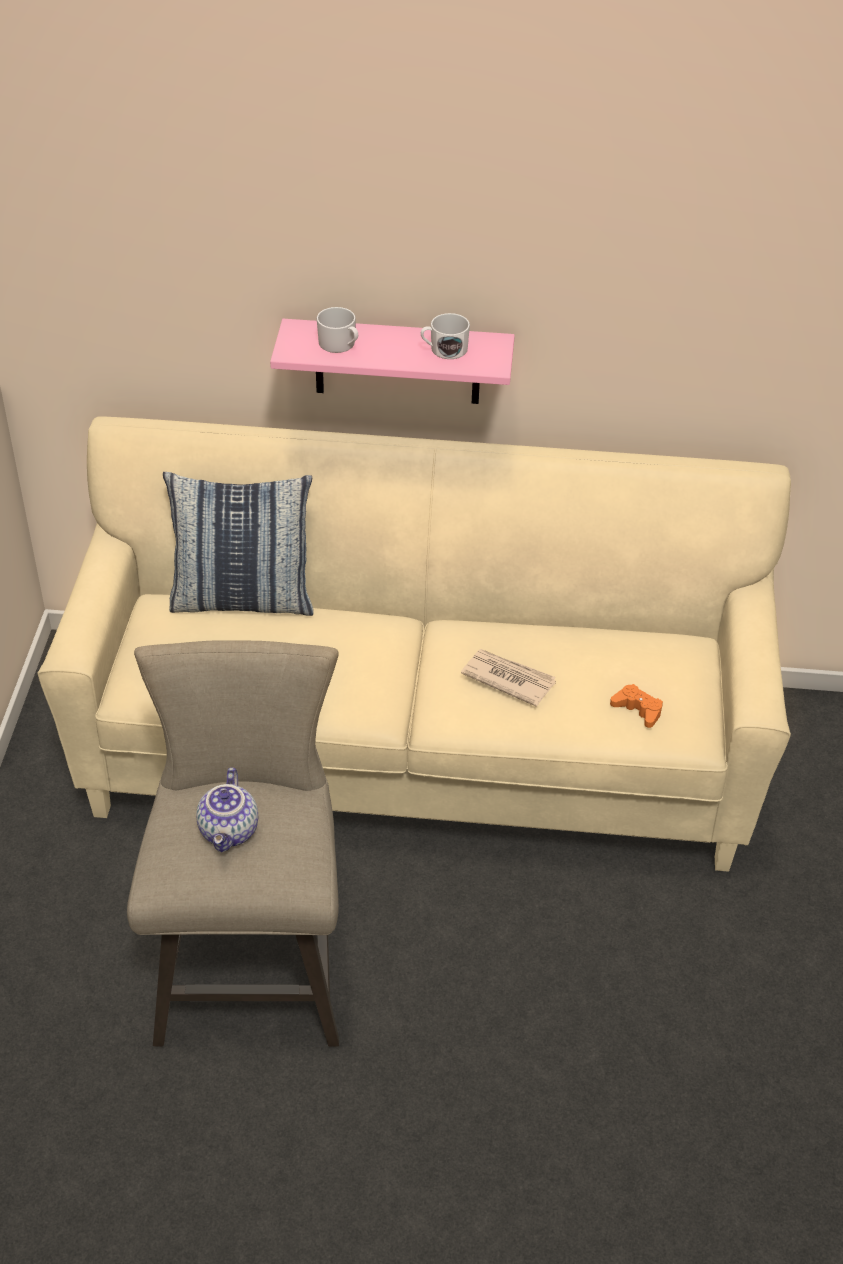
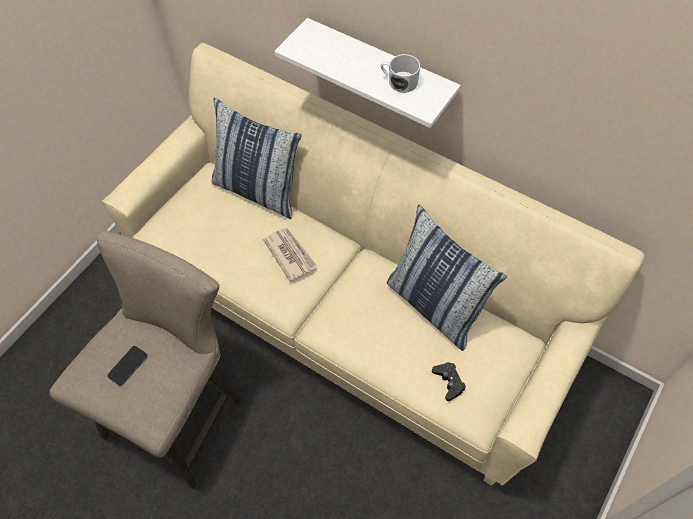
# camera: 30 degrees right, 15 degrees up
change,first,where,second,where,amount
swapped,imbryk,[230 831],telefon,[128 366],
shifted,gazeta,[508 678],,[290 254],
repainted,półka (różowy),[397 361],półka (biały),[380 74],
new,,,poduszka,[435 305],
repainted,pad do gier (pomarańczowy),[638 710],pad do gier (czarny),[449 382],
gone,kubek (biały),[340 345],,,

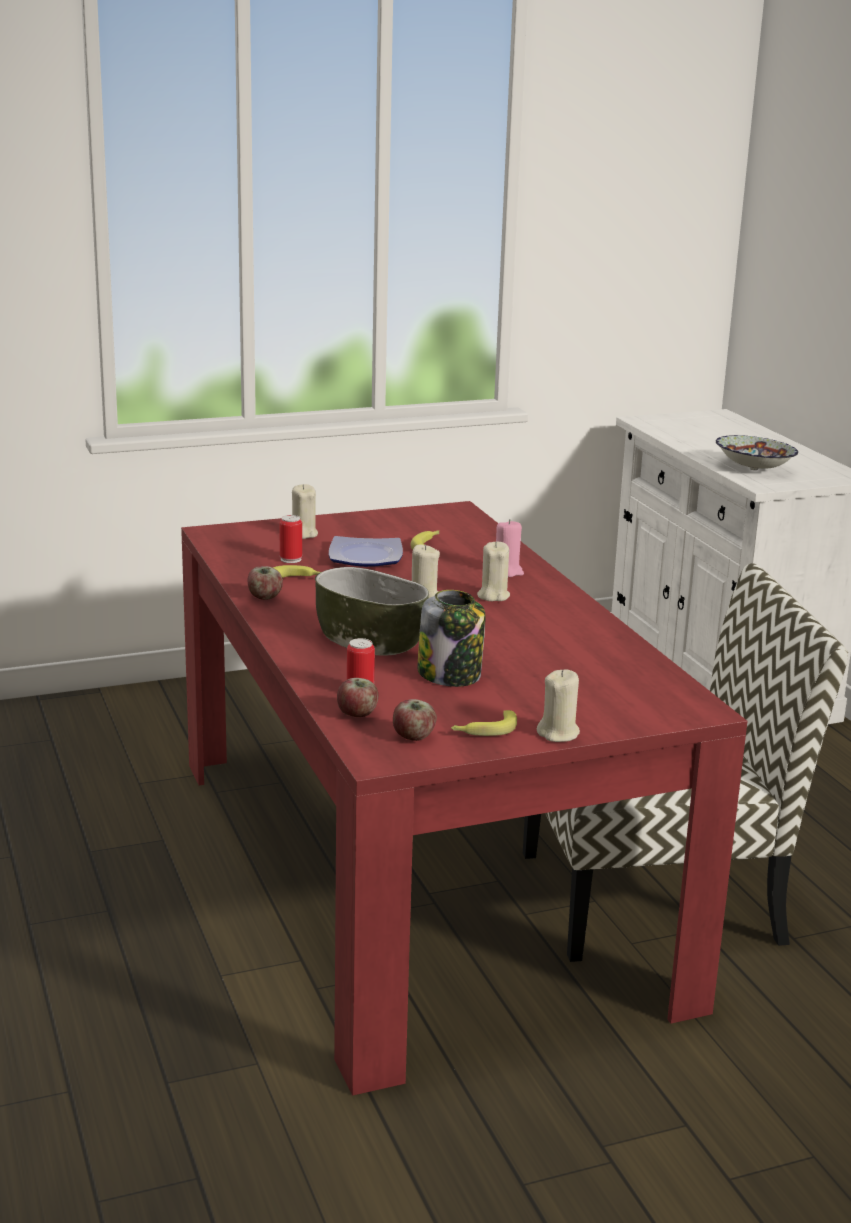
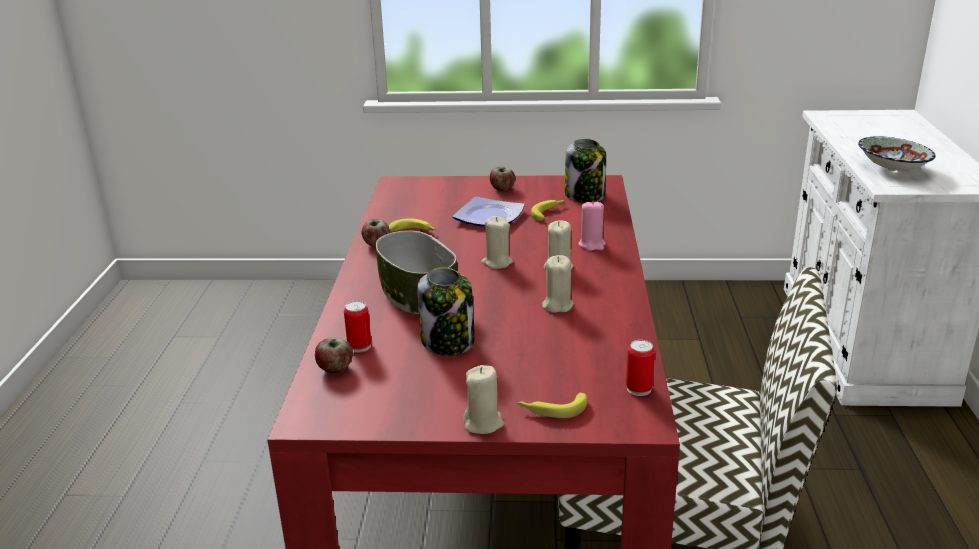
# camera: 25 degrees right, 5 degrees up
change,first,where,second,where,amount
shifted,jabłko,[413 737],,[502 189],
shifted,banan,[484 730],,[552 409],
shifted,świeca (beżowy),[303 534],,[557 305],
new,,,słoik,[585 195],
shifted,puszka,[291 559],,[639 389],

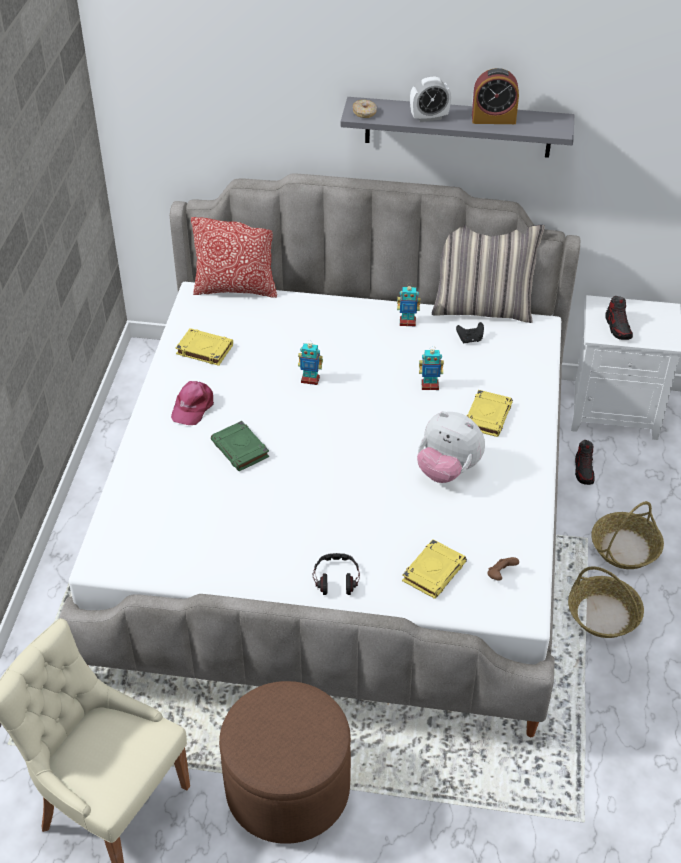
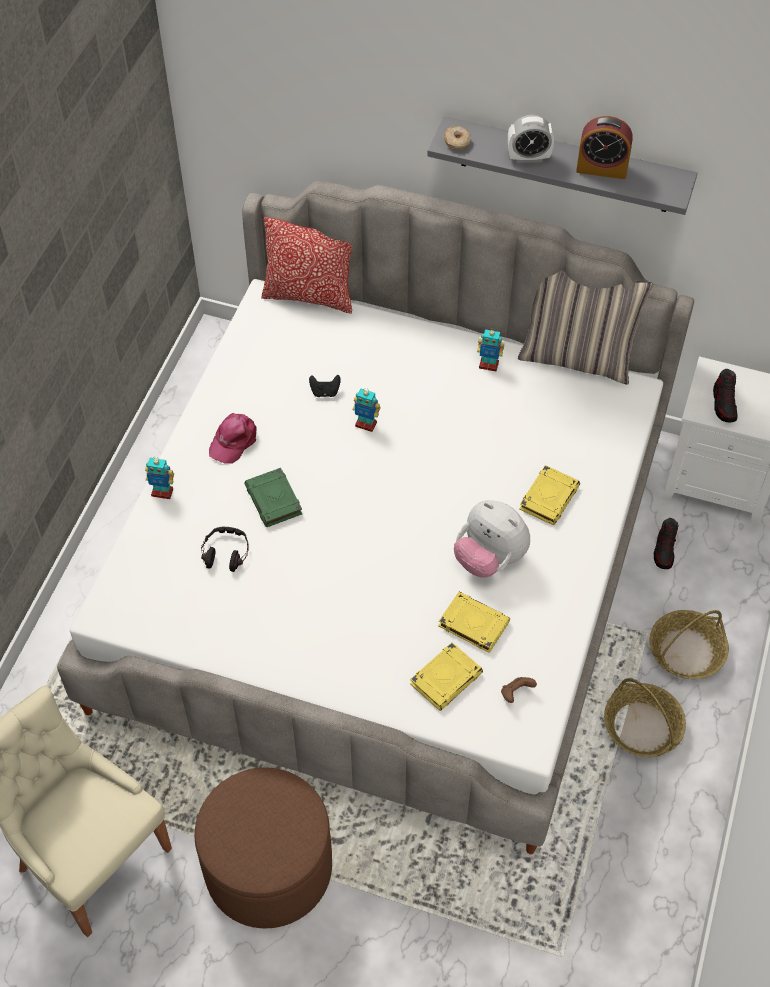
# camera: 10 degrees right, 10 degrees up
change,first,where,second,where,amount
shifted,robot zabawkowy,[430 385],,[162 492],
shifted,słuchawki,[336 578],,[225 552],
shifted,pad do gier (czarny),[470 339],,[325 392],
shifted,książka (żółty),[204 349],,[473 624],

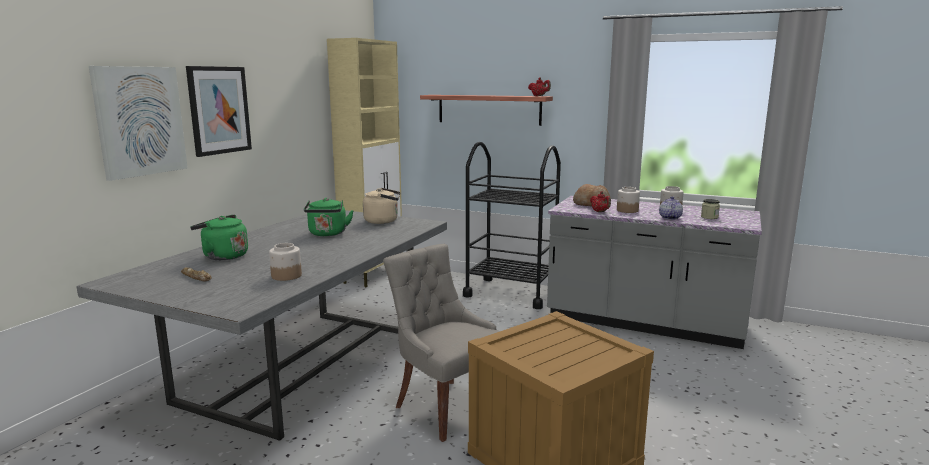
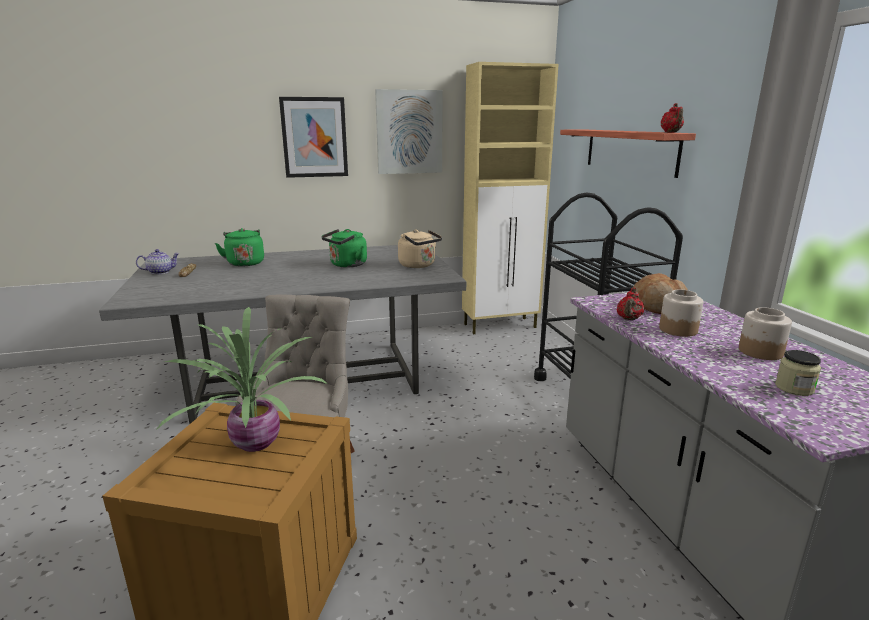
# camera: 50 degrees right, 5 degrees up
change,first,where,second,where,amount
shifted,imbryk,[669 218],,[160 272],
new,,,roślina doniczkowa,[253 444],
shifted,obraz,[140 121],,[409 132],
gone,słoik,[286 276],,,

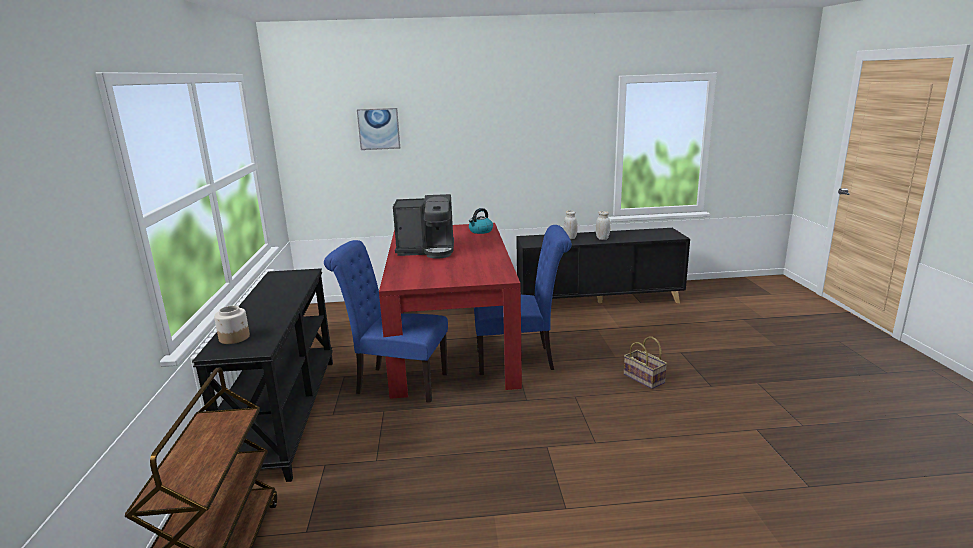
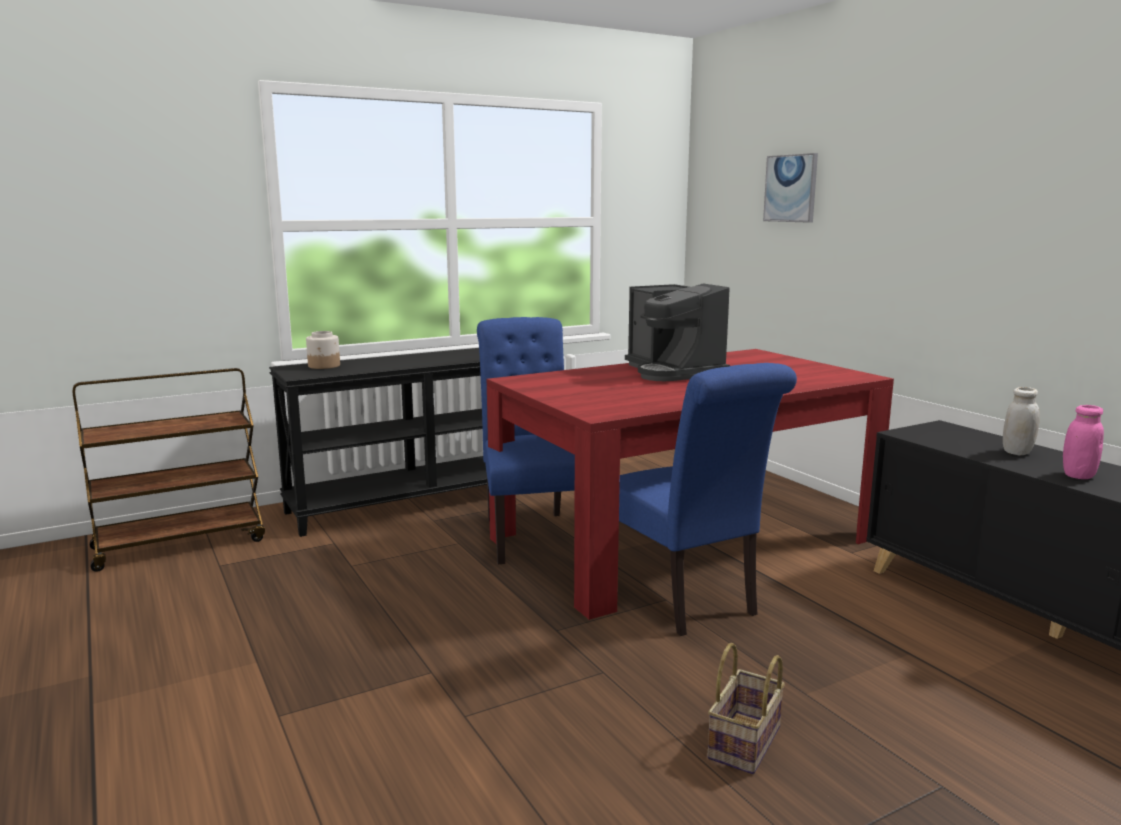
# camera: 65 degrees right, 5 degrees down
change,first,where,second,where,amount
repainted,słoik (biały),[602 238],słoik (różowy),[1078 475],
gone,czajnik,[480 231],,,

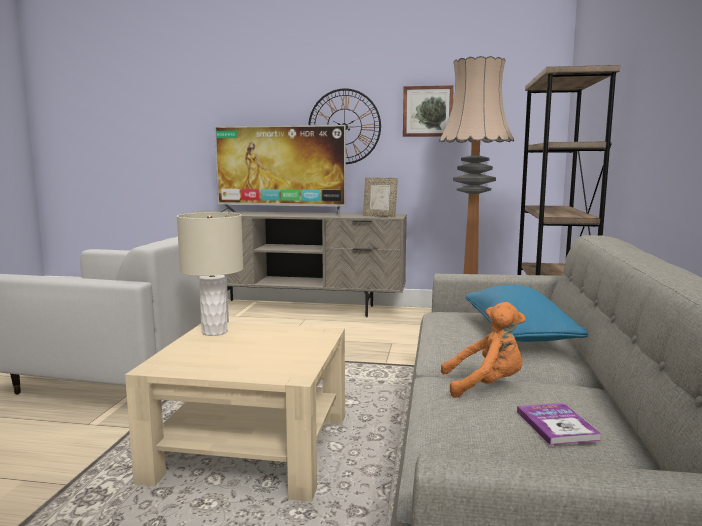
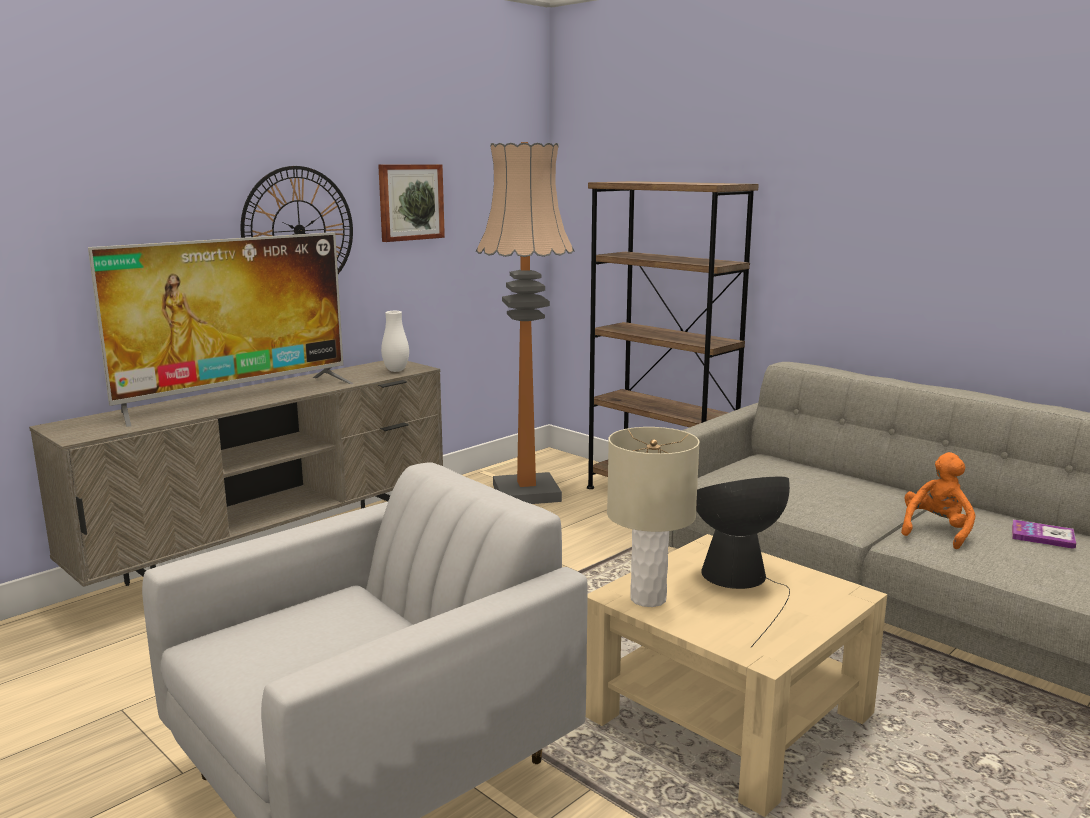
# camera: 55 degrees left, 5 degrees up
change,first,where,second,where,amount
swapped,ramka na zdjęcie,[380 216],wazon (biały),[396 370],
new,,,lampa stołowa,[739 580],
gone,poduszka (niebieski),[518 334],,,

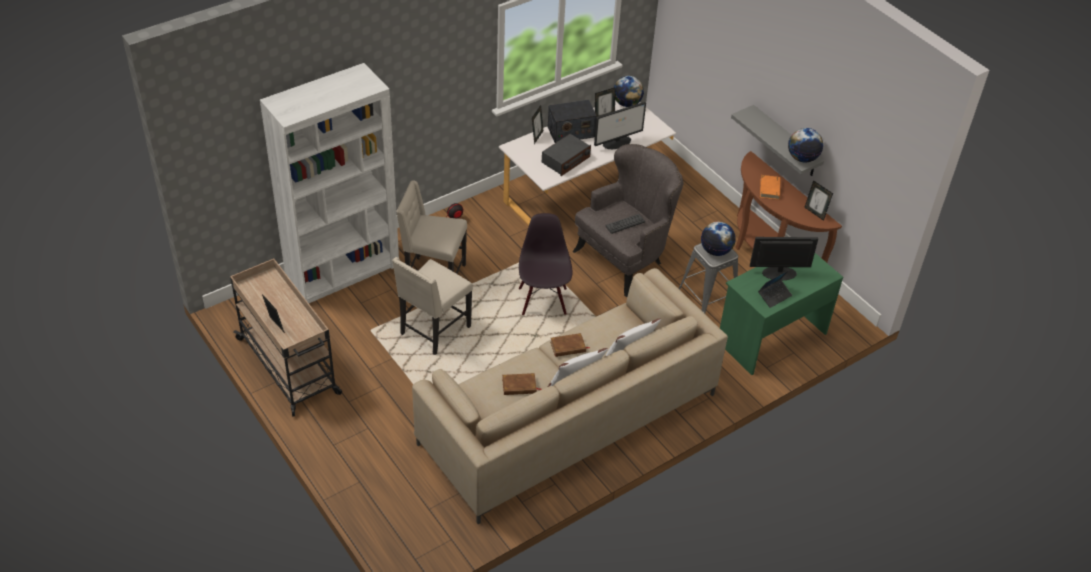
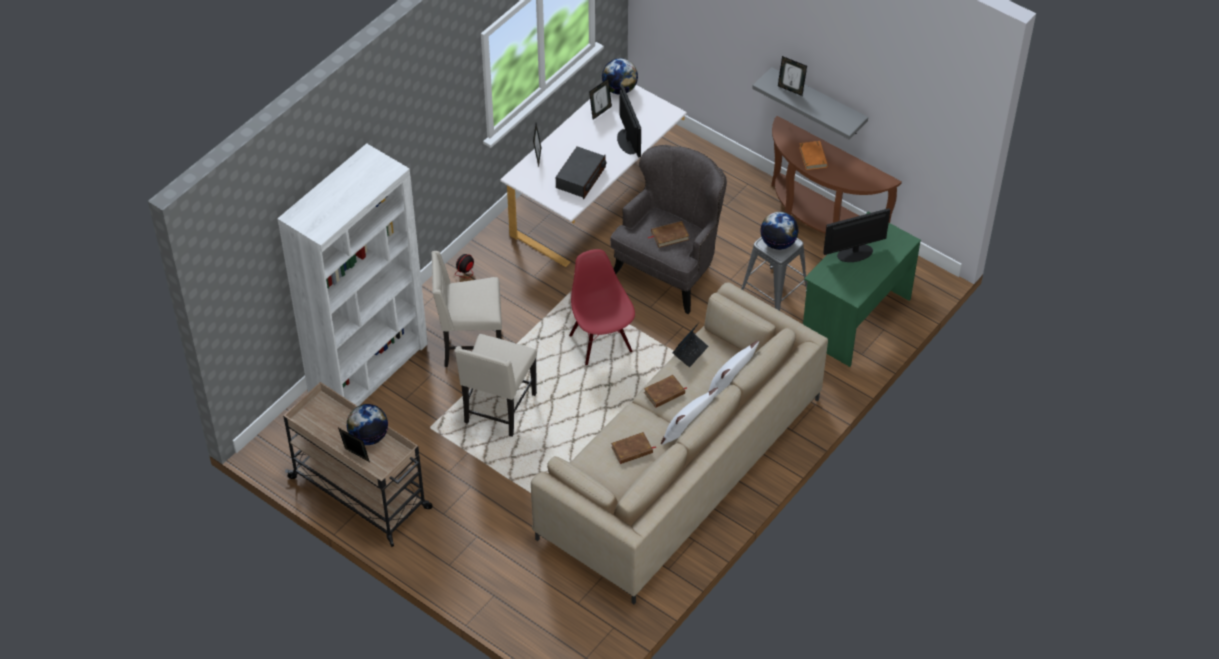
# camera: 15 degrees left, 5 degrees up
change,first,where,second,where,amount
shifted,globus,[802 158],,[369 436],
repainted,krzesło (czarny),[543 301],krzesło (czerwony),[601 343],
rotated,monitor,[617 142],,[628 141],60 degrees counterclockwise
swapped,klawiatura,[625 224],książka (brązowy),[669 236],
shifted,laptop,[774 296],,[690 352],
shifted,ramka na zdjęcie,[815 213],,[791 89],
gone,radio,[570 132],,,

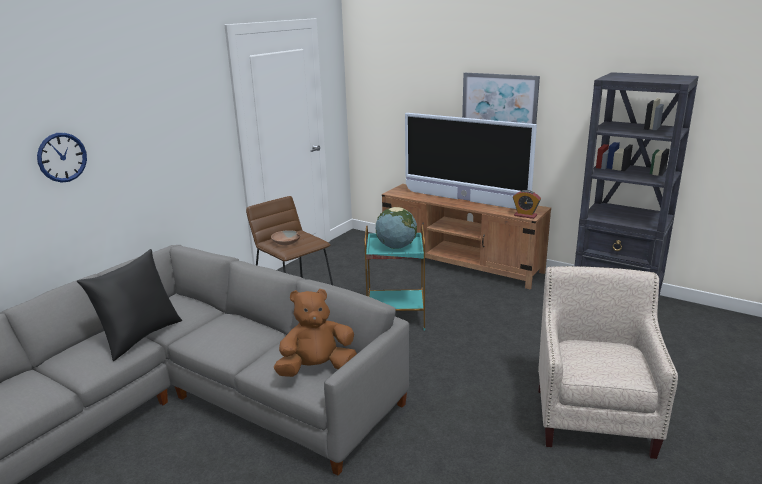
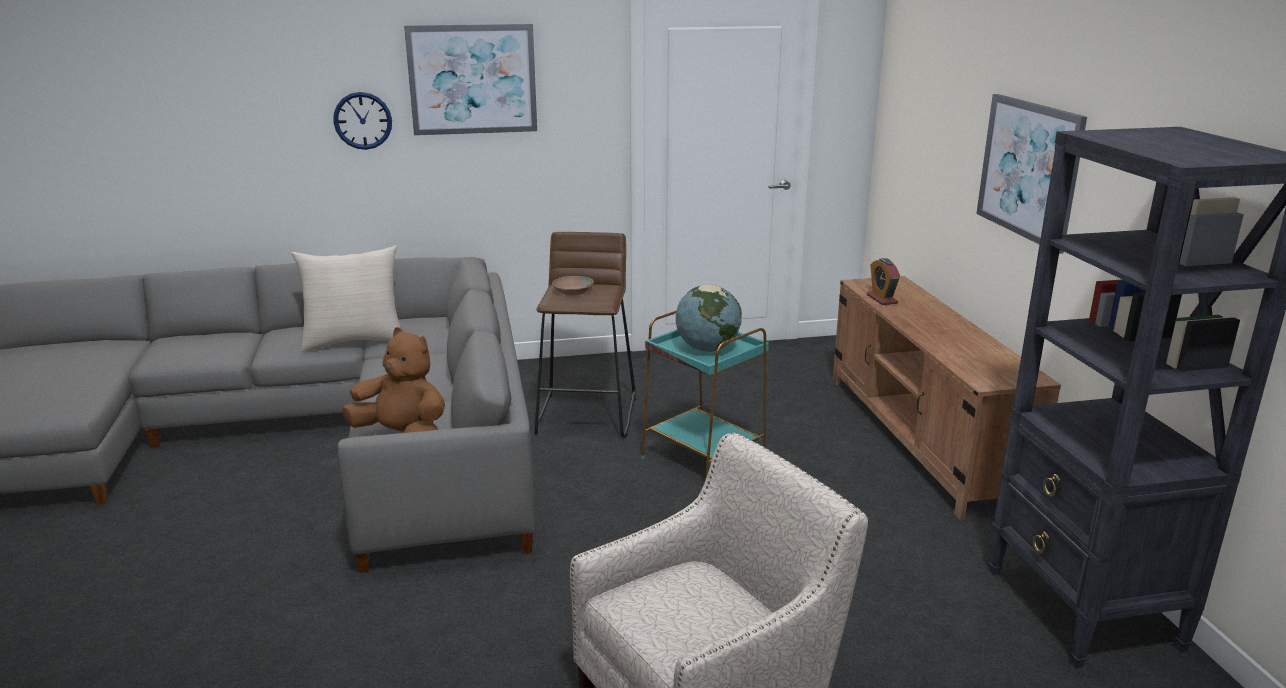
# camera: 45 degrees right, 0 degrees up
change,first,where,second,where,amount
repainted,poduszka (czarny),[140 336],poduszka (beżowy),[355 341],
new,,,obraz,[472 79],
shifted,budzik,[525 215],,[882 299],
gone,telewizor,[464 200],,,

